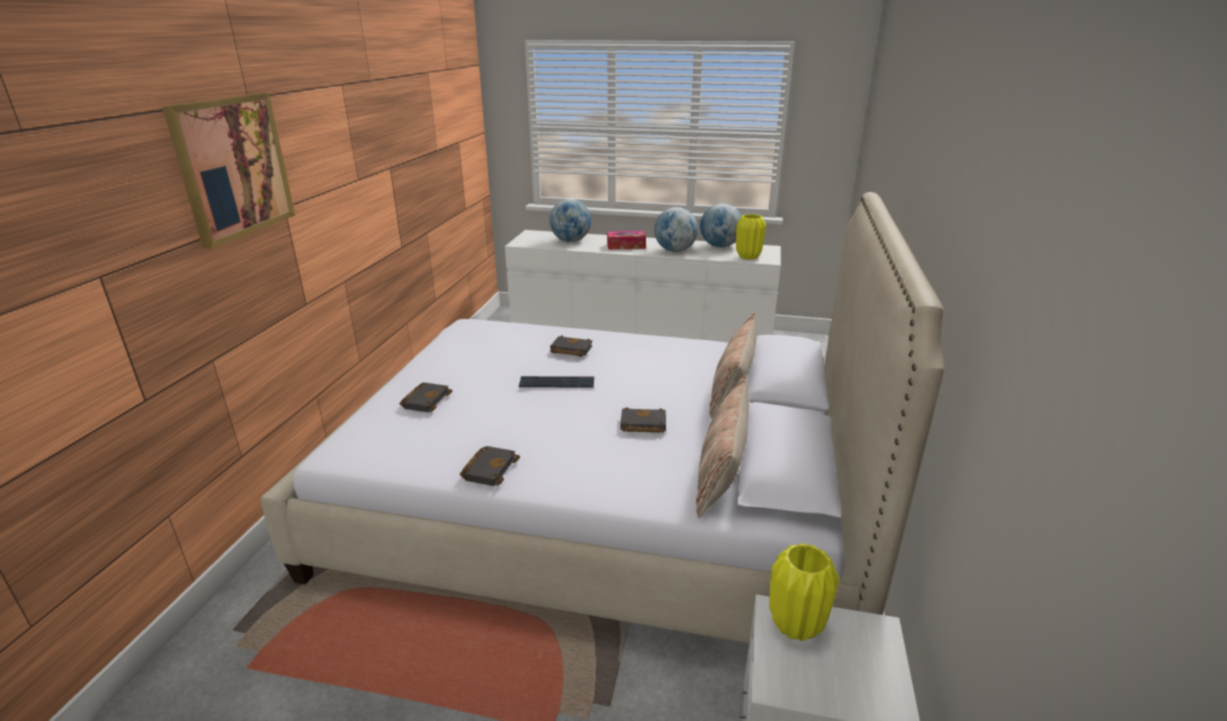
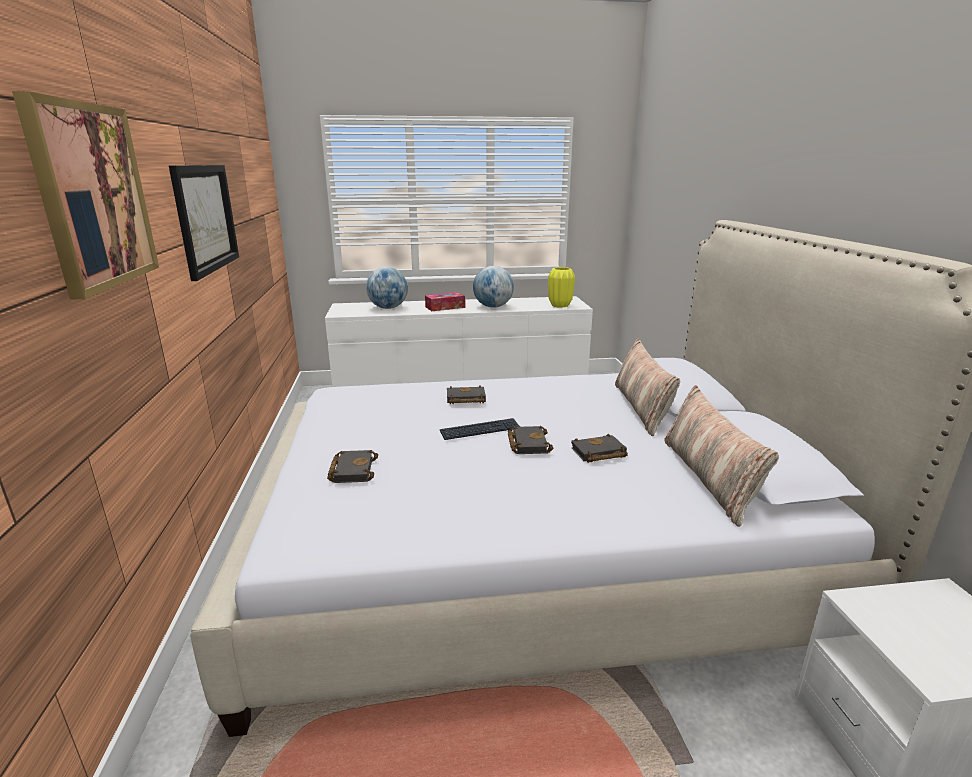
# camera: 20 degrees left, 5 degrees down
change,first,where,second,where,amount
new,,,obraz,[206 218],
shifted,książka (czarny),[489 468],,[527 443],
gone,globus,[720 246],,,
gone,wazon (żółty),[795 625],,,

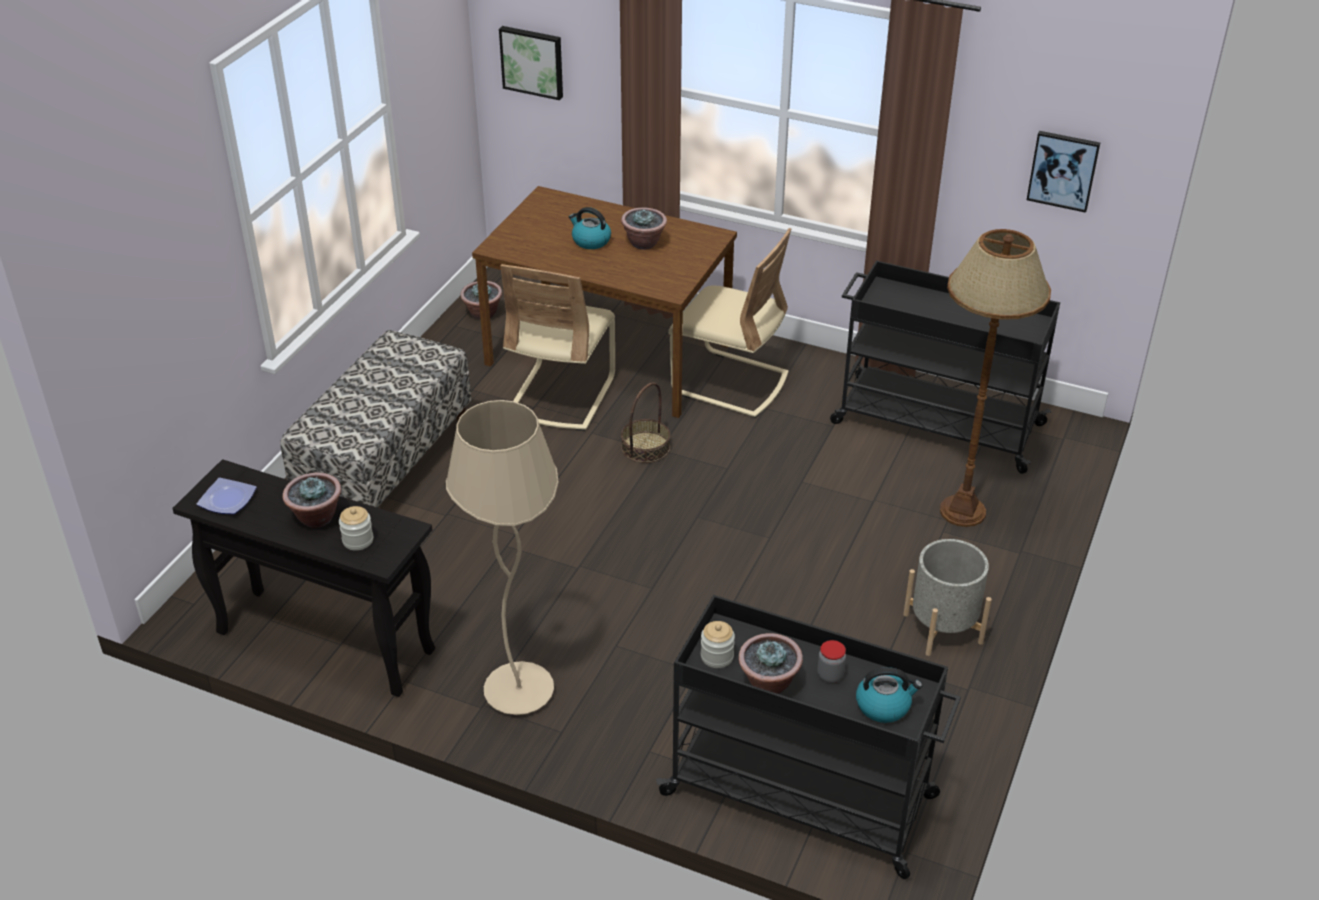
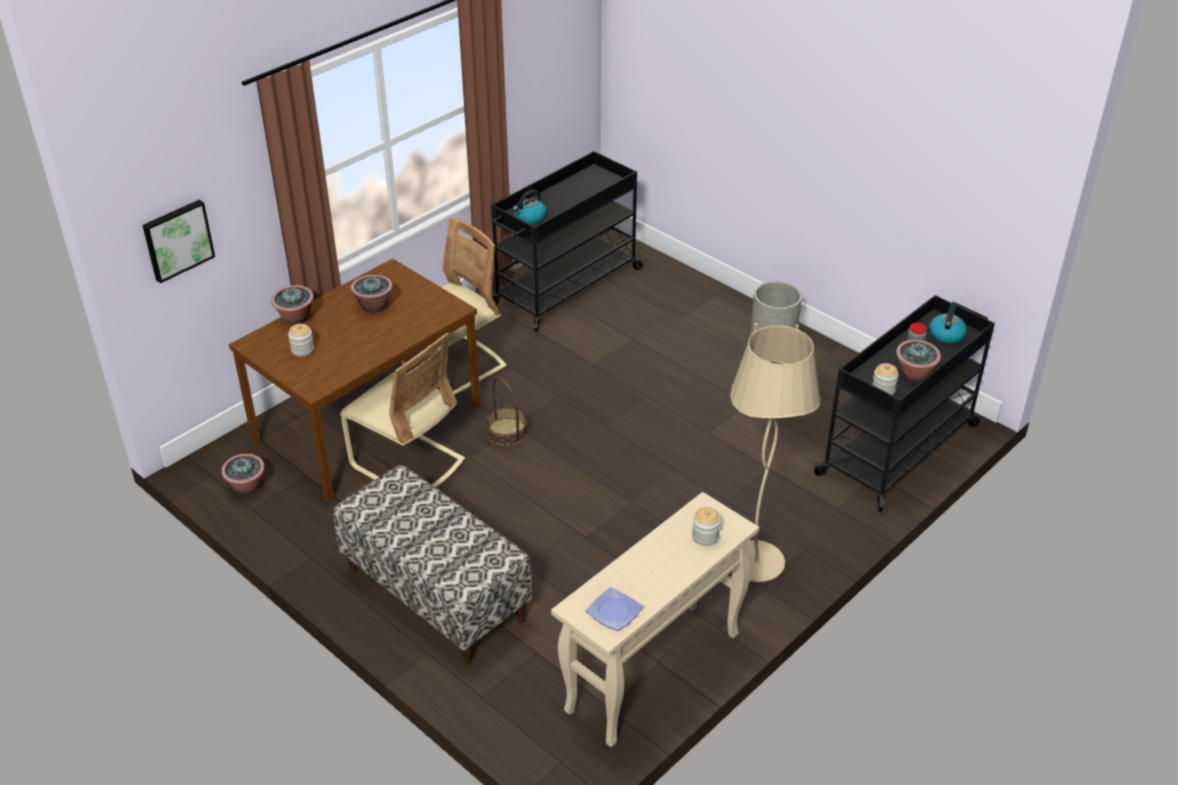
# camera: 70 degrees left, 0 degrees up
change,first,where,second,where,amount
shifted,roślina doniczkowa,[316 517],,[295 318],
new,,,słoik,[302 349],
shifted,czajnik,[590 241],,[529 218],
repainted,stolik konsolowy (czarny),[323 642],stolik konsolowy (beżowy),[652 674],
gone,lampa stojąca (brązowy),[962 511],,,
gone,obraz,[1063 170],,,

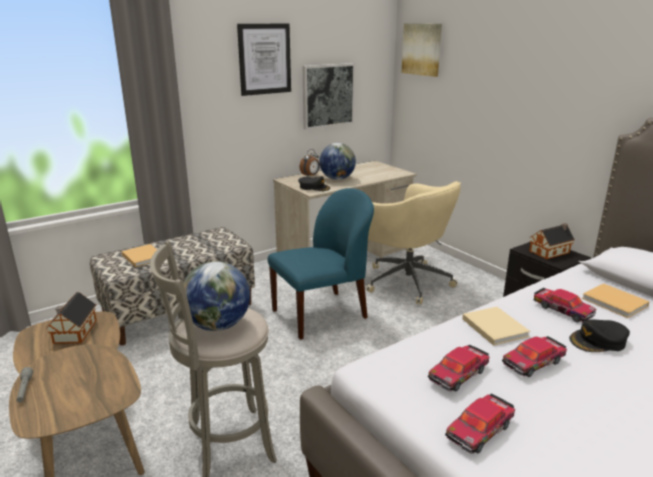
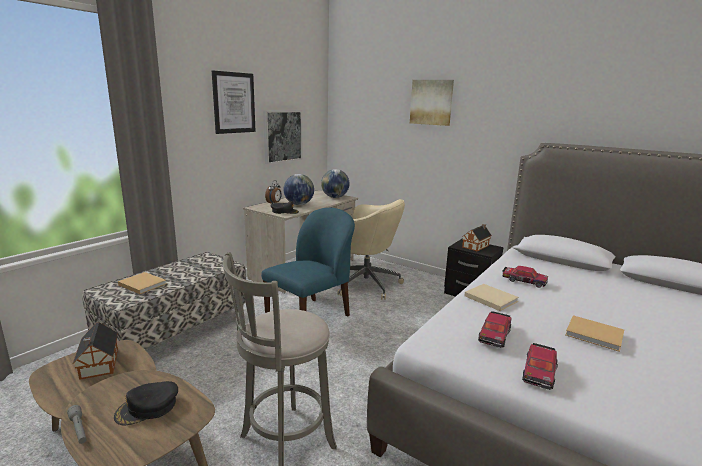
# camera: 20 degrees left, 5 degrees down
change,first,where,second,where,amount
shifted,czapka z daszkiem (czarny),[598 341],,[147 408],
shifted,globus,[218 326],,[335 197],
shifted,obraz,[422 49],,[431 102],
shifted,książka (beżowy),[616 303],,[596 335],
gone,samochodzik,[534 362],,,

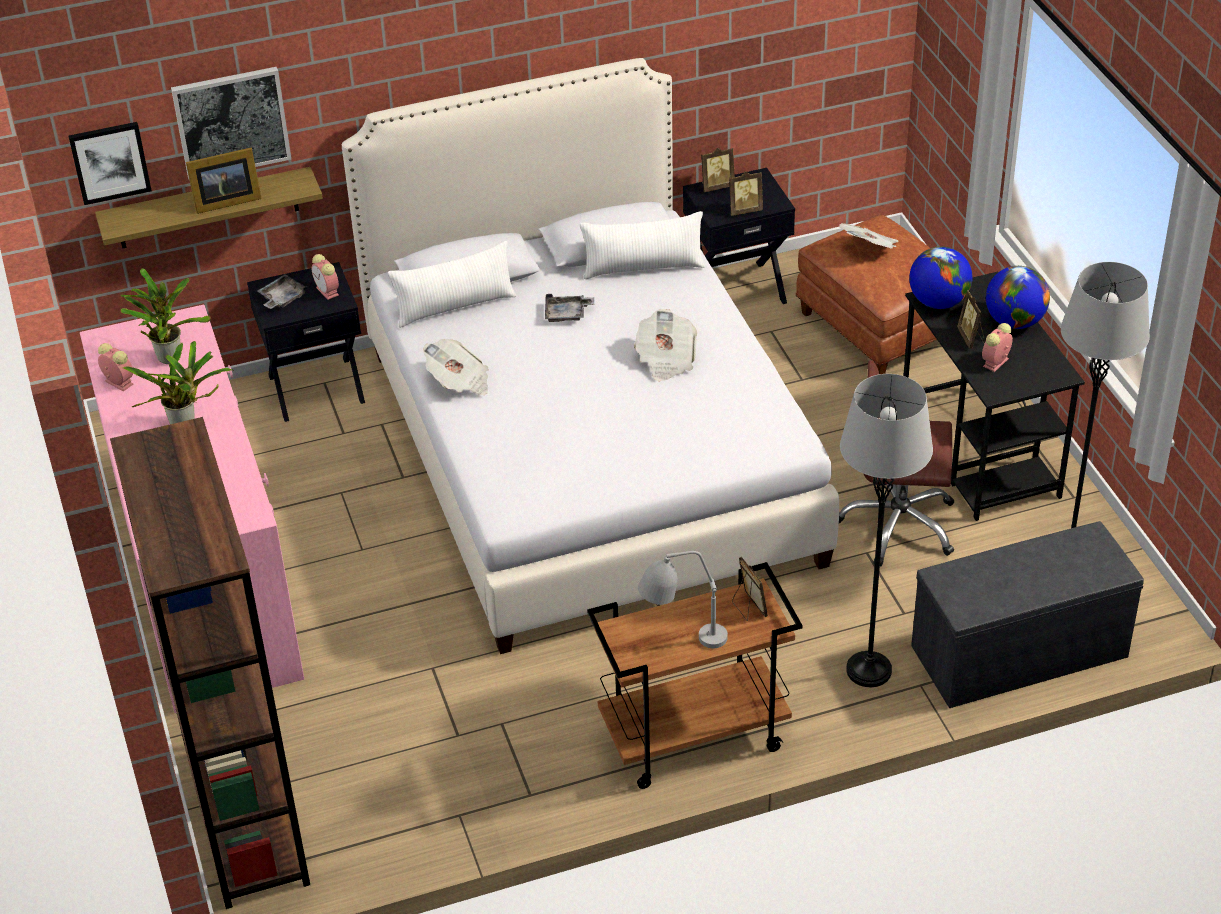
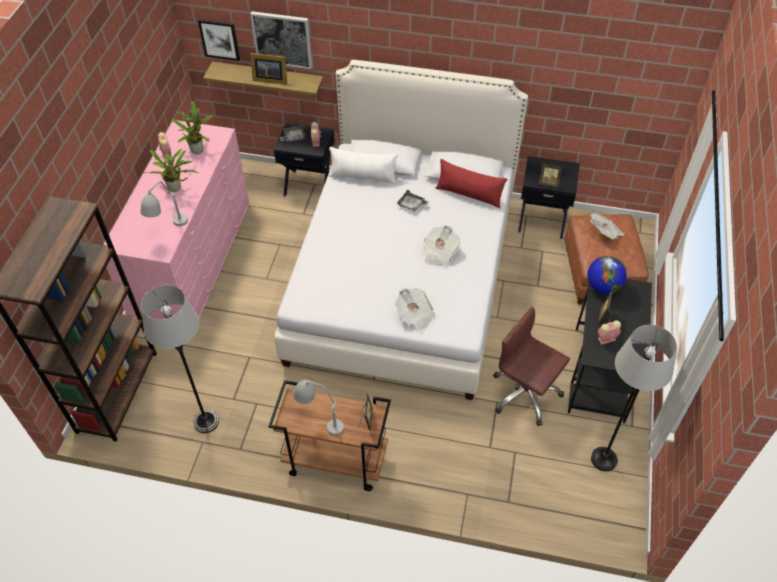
# camera: 30 degrees right, 10 degrees up
change,first,where,second,where,amount
new,,,lampa stołowa (szary),[168 230],
shifted,lampa stojąca (szary),[868 670],,[206 422],
shifted,gazeta,[459 382],,[415 315],
repainted,poduszka (biały),[643 268],poduszka (czerwony),[469 195],
gone,ramka na zdjęcie,[716 186],,,
gone,ławka (szary),[1018 653],,,
gone,globus,[1014 322],,,

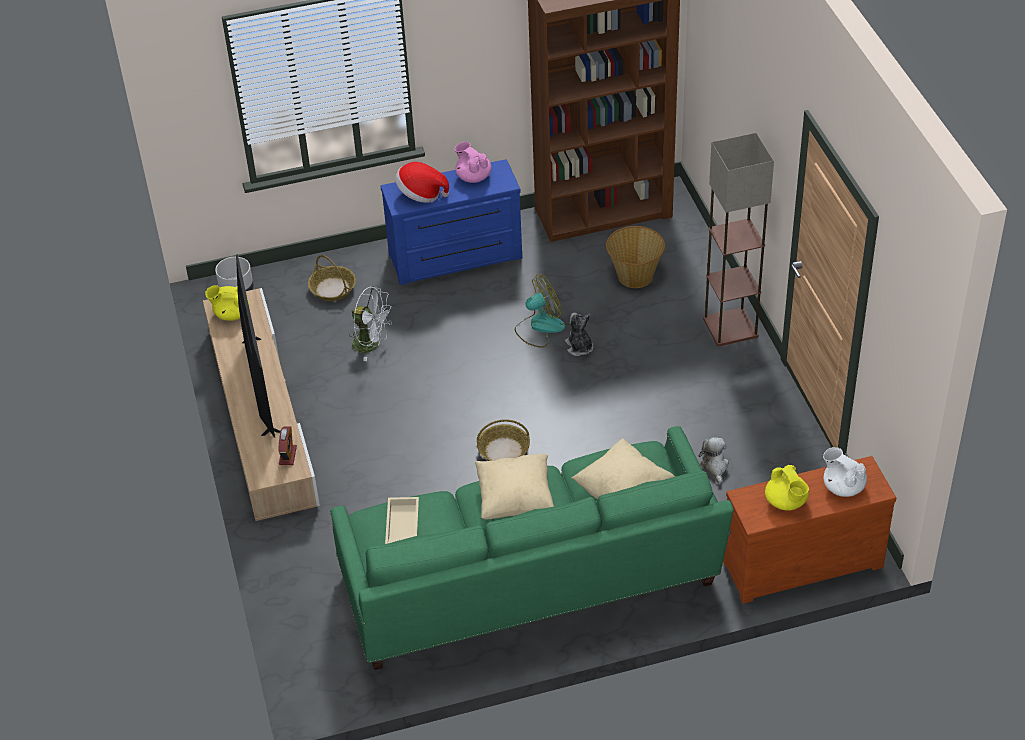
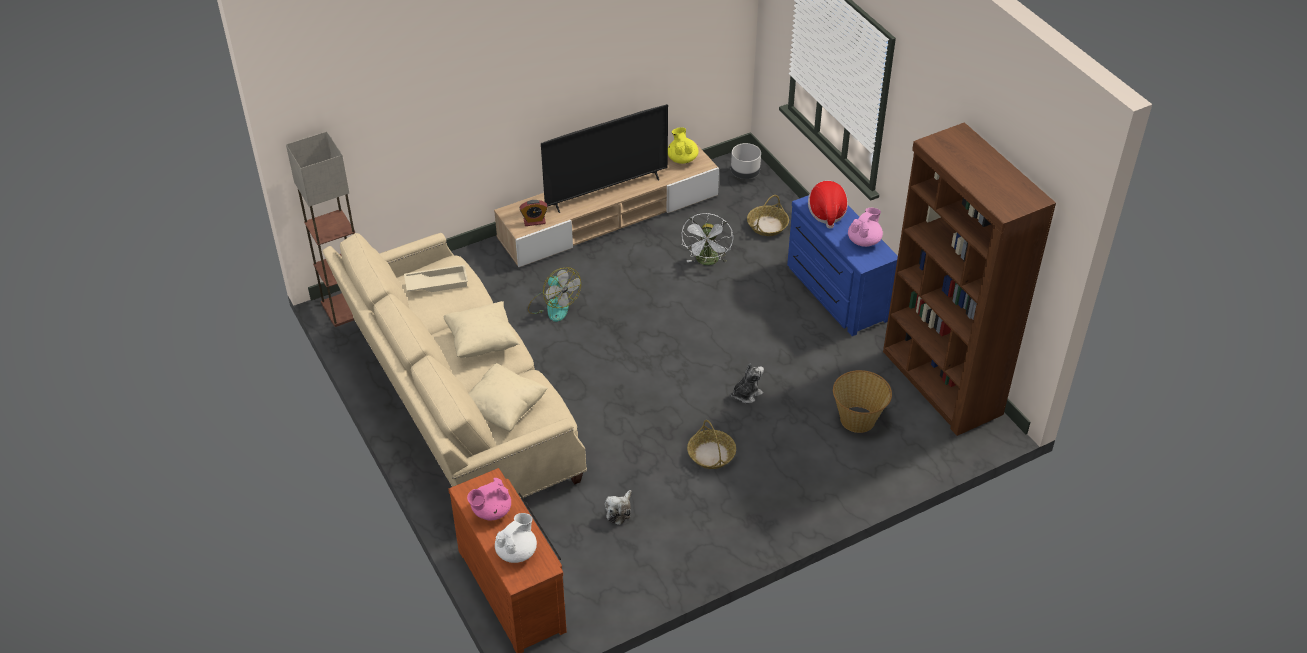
# camera: 75 degrees right, 0 degrees up
change,first,where,second,where,amount
shifted,lampa stojąca,[730 328],,[345 308],
repainted,kanapa (zielony),[529 585],kanapa (beżowy),[458 405],
repainted,imbryk (żółty),[786 502],imbryk (różowy),[491 511],
shifted,wentylator,[539 327],,[553 305],
rotated,pluszak,[714 466],,[619 511],135 degrees clockwise
shifted,koszyk,[503 451],,[711 454],

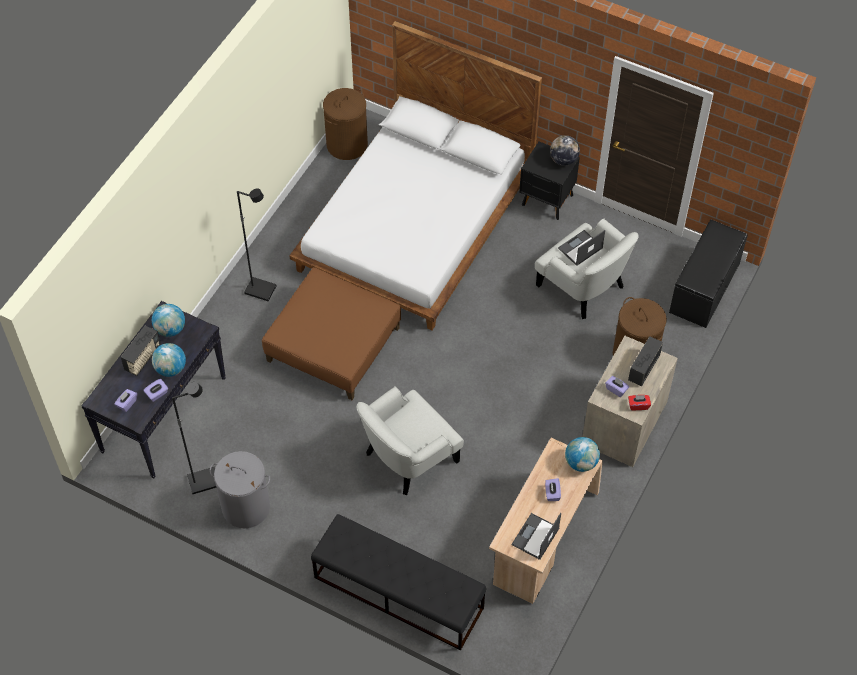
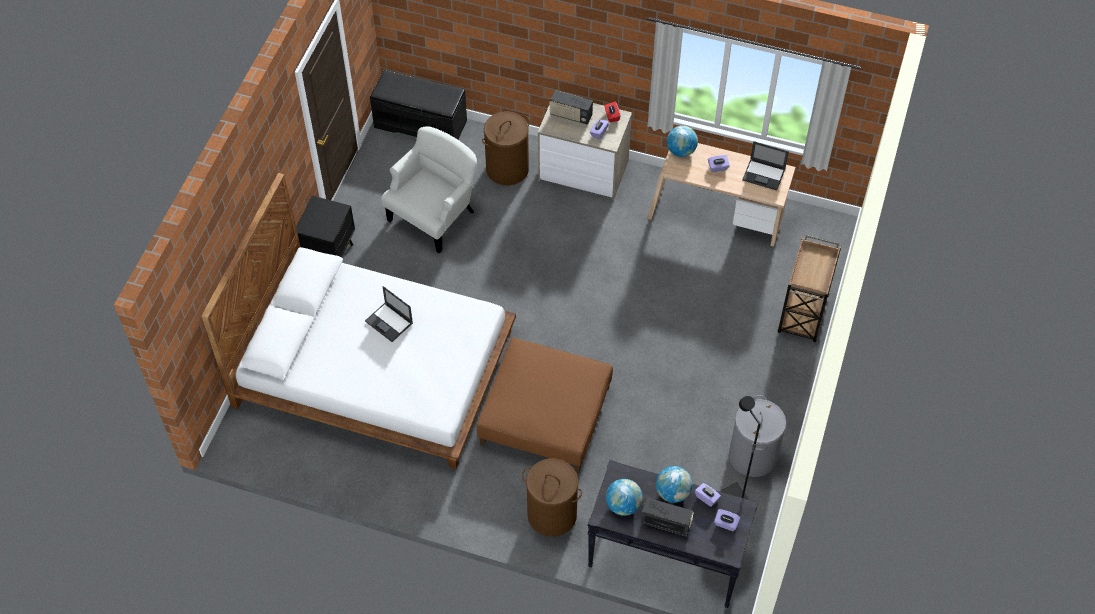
# camera: 100 degrees left, 0 degrees up
change,first,where,second,where,amount
shifted,laptop,[580 248],,[389 322],
shifted,kosz na pranie (brązowy),[347 144],,[551 514],
swapped,ławka (czarny),[398 592],wózek (brązowy),[802 316],
gone,lampa stojąca (czarny),[261 289],,,
gone,fotel (biały),[408 457],,,
gone,globus,[563 160],,,

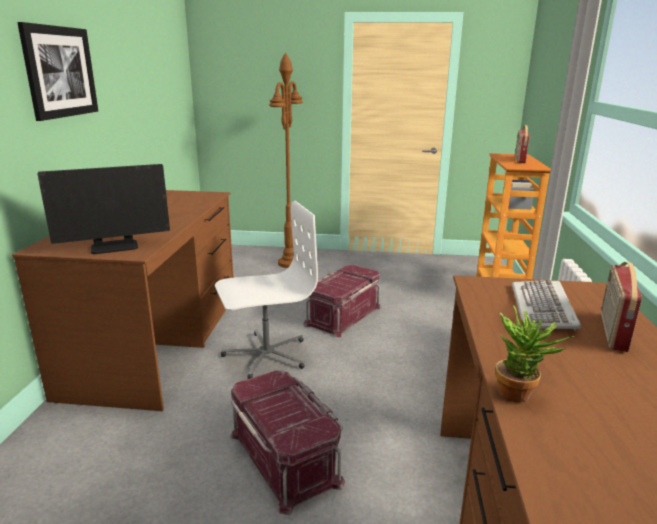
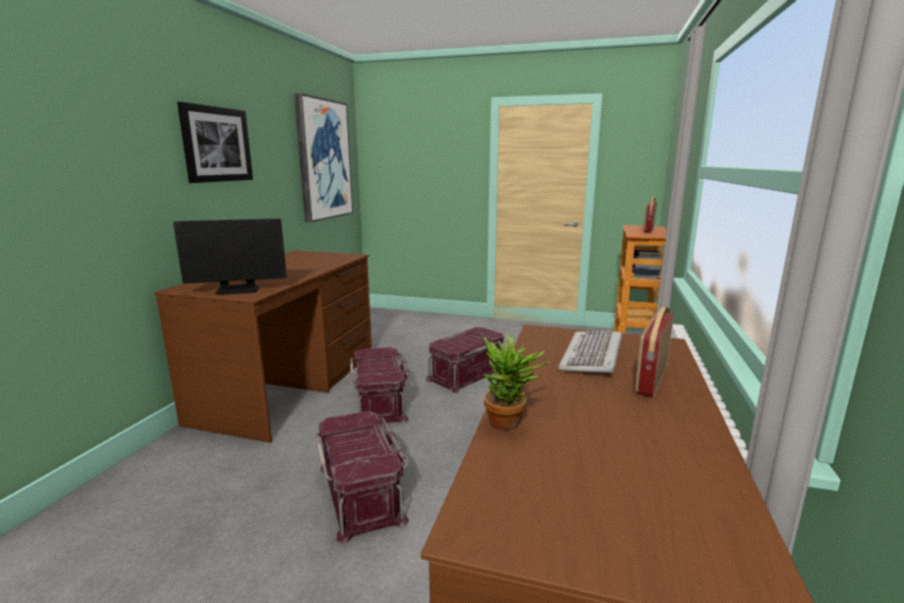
# camera: 10 degrees right, 5 degrees down
change,first,where,second,where,amount
new,,,obraz,[323 160],
swapped,krzesło biurowe (biały),[266 355],pojemnik do przechowywania (czerwony),[381 403],
gone,lampa stojąca (brązowy),[289 263],,,

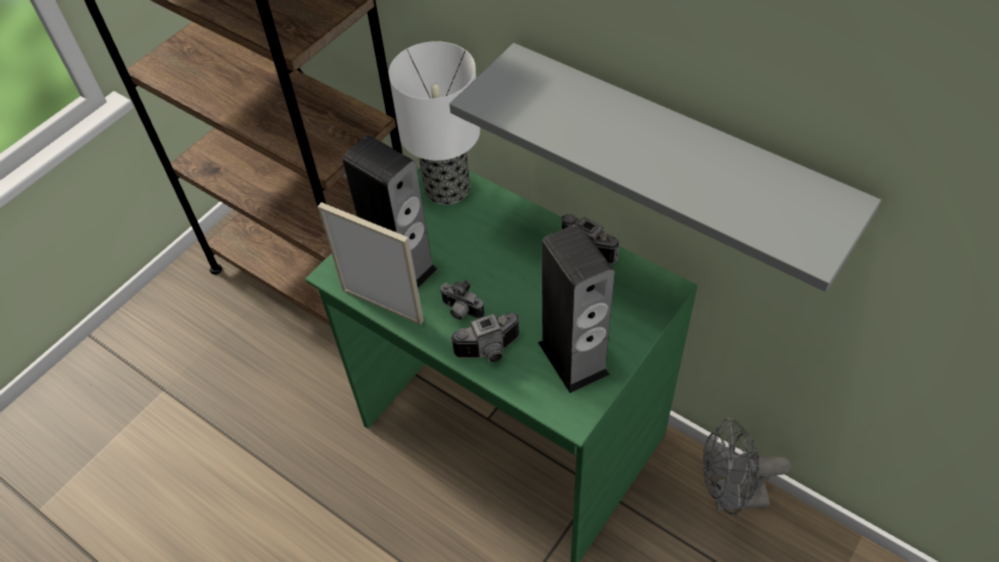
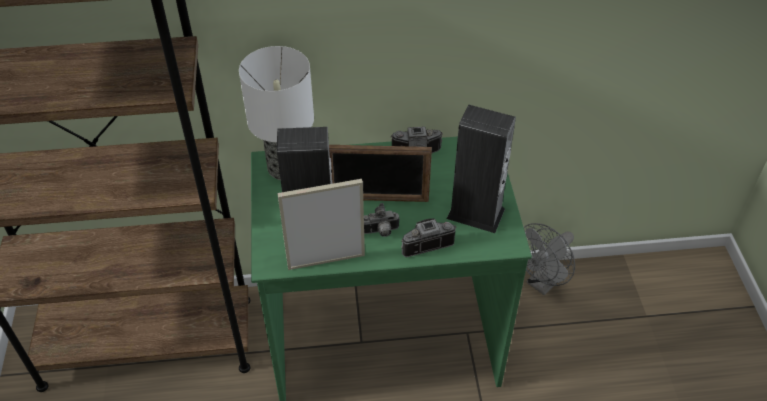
# camera: 45 degrees left, 5 degrees down
change,first,where,second,where,amount
new,,,ramka na zdjęcie,[378 199],
rotated,aparat fotograficzny,[490 351],,[425 242],135 degrees counterclockwise
gone,półka (szary),[676 153],,,

